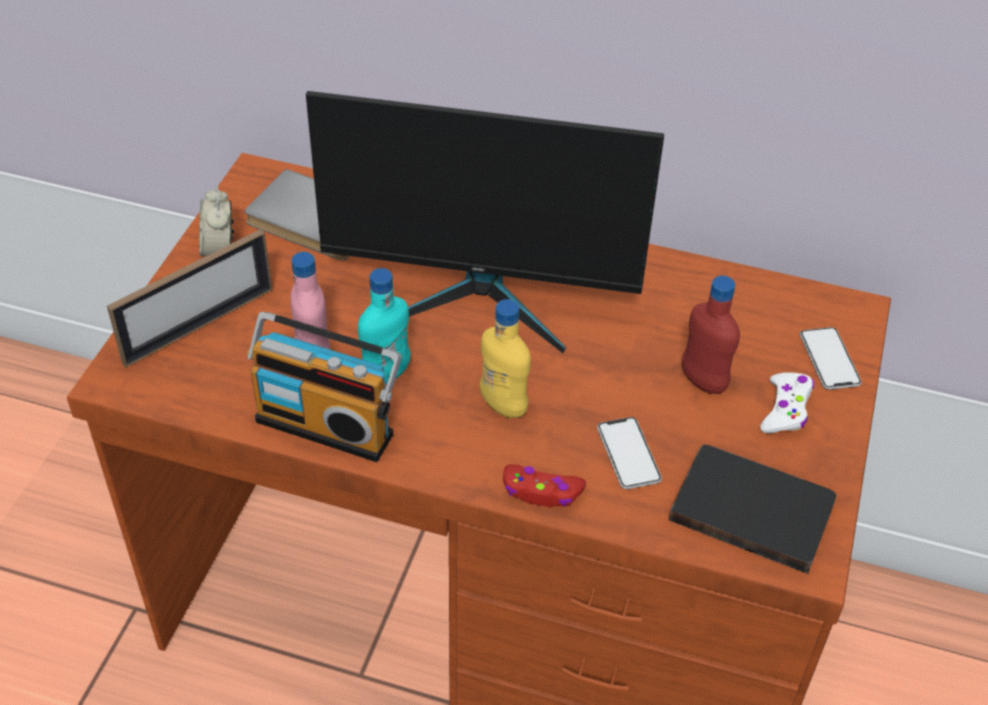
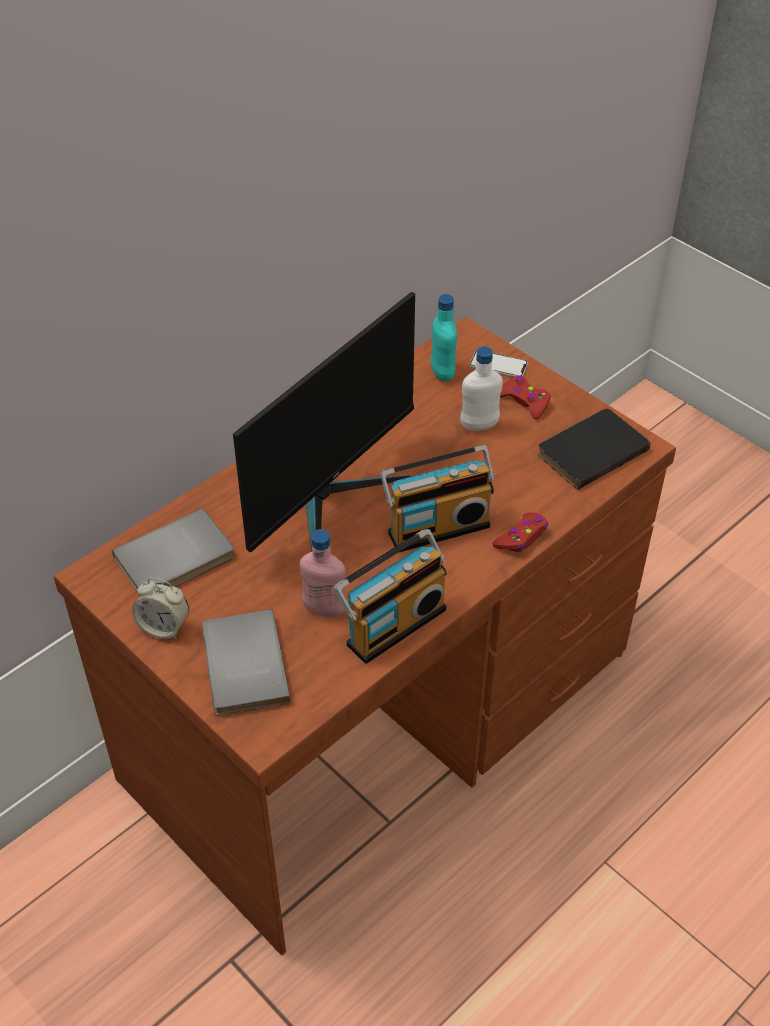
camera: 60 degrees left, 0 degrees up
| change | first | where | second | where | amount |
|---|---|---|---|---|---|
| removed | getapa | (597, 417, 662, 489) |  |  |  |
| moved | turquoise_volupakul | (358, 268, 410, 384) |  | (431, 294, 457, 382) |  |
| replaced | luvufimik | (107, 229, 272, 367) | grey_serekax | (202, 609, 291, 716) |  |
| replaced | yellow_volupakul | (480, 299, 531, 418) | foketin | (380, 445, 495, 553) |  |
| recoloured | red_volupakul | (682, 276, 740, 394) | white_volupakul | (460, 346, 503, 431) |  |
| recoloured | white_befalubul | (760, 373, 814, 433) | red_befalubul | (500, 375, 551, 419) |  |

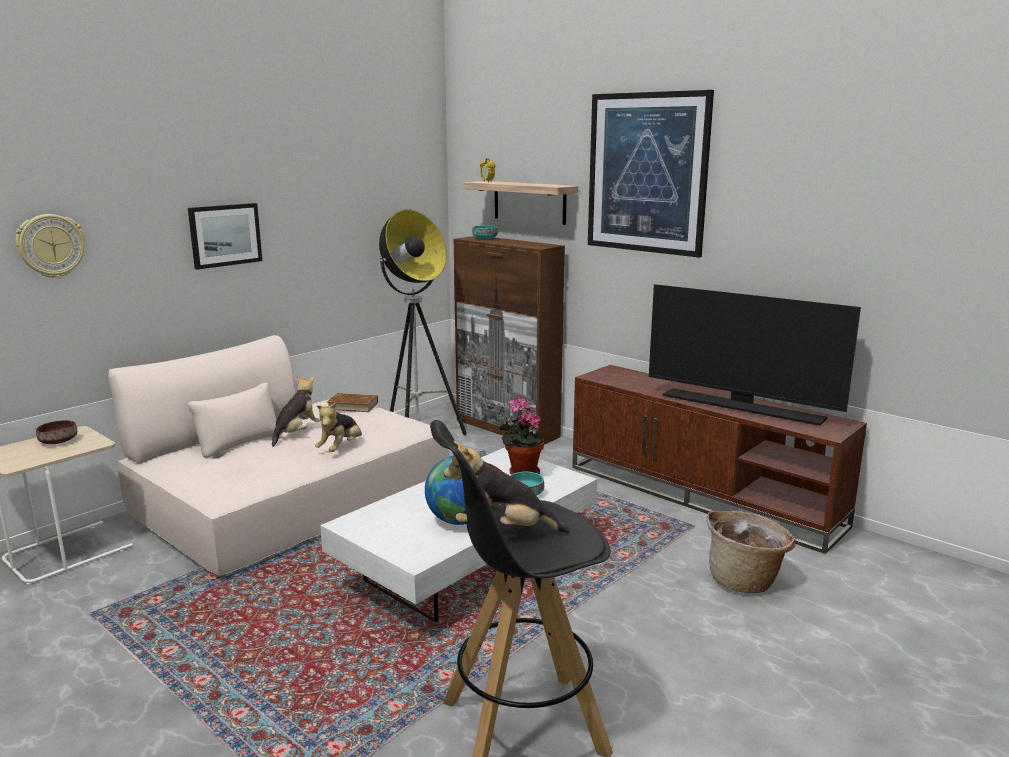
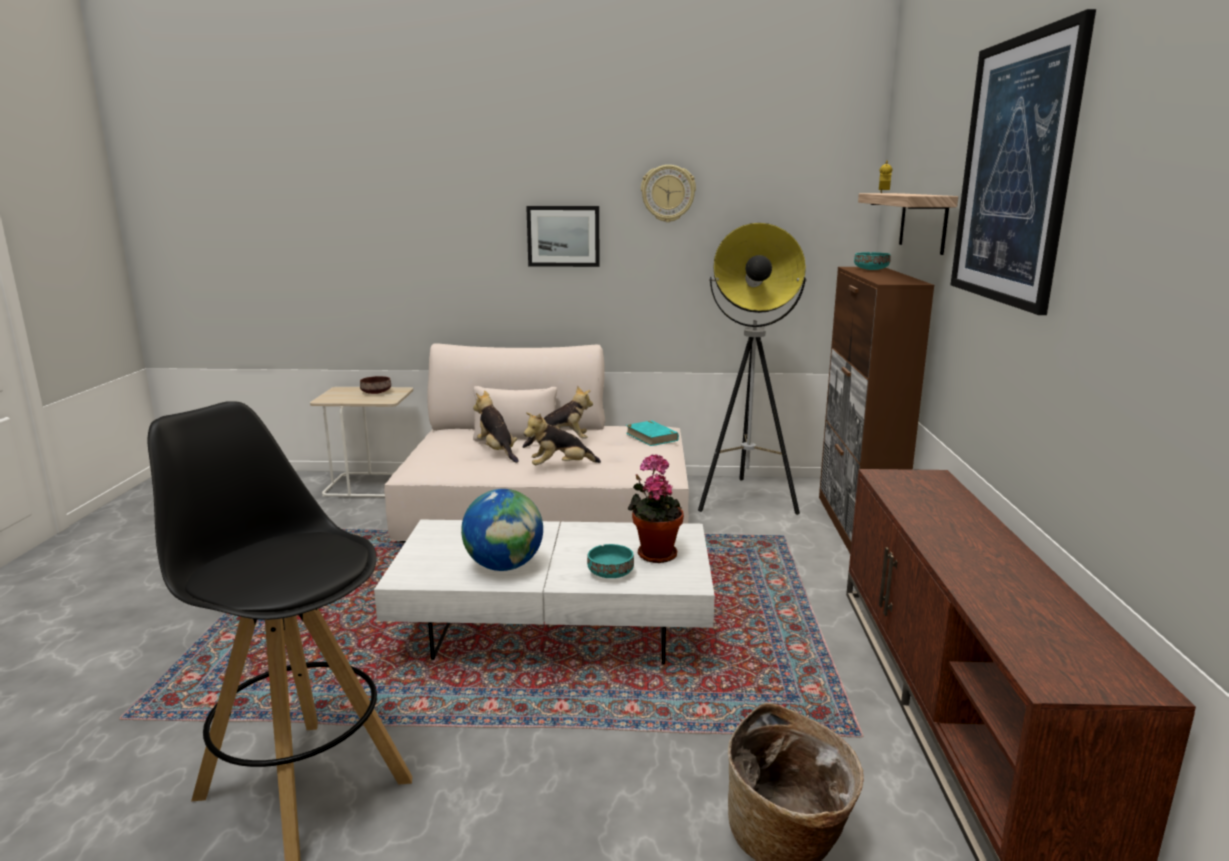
camera: 50 degrees right, 0 degrees up
| change | first | where | second | where | amount |
|---|---|---|---|---|---|
| removed | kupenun | (649, 284, 861, 426) |  |  |  |
| moved | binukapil | (16, 214, 85, 278) |  | (641, 165, 696, 222) |  |
| moved | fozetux | (443, 441, 570, 533) |  | (473, 390, 519, 463) |  |
| recoloured | brown_serekax | (327, 393, 378, 412) | turquoise_serekax | (626, 420, 679, 446) |  |

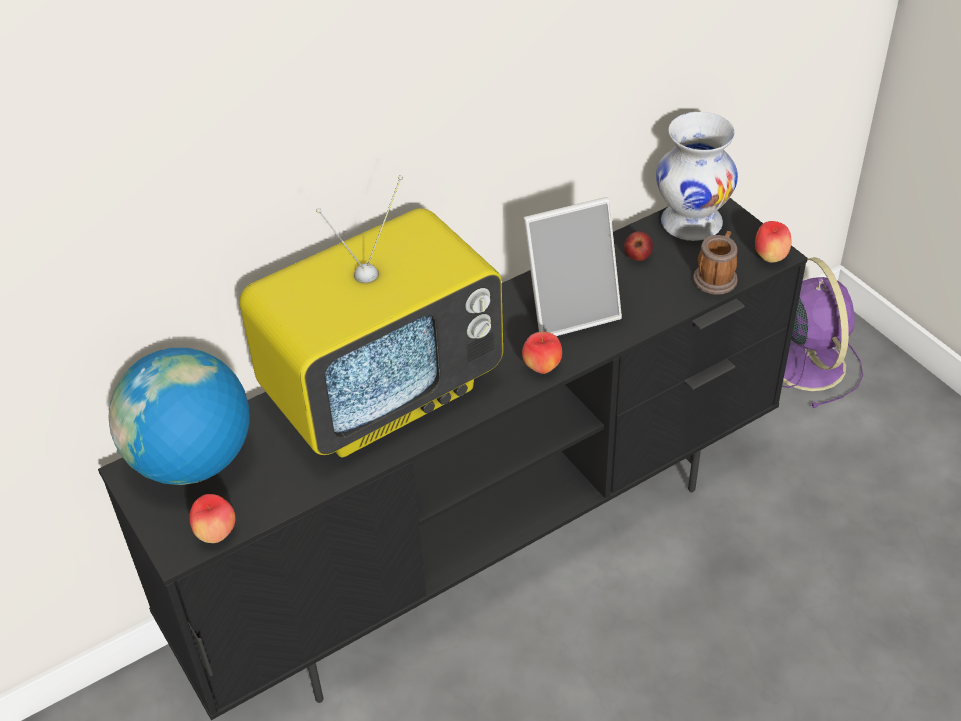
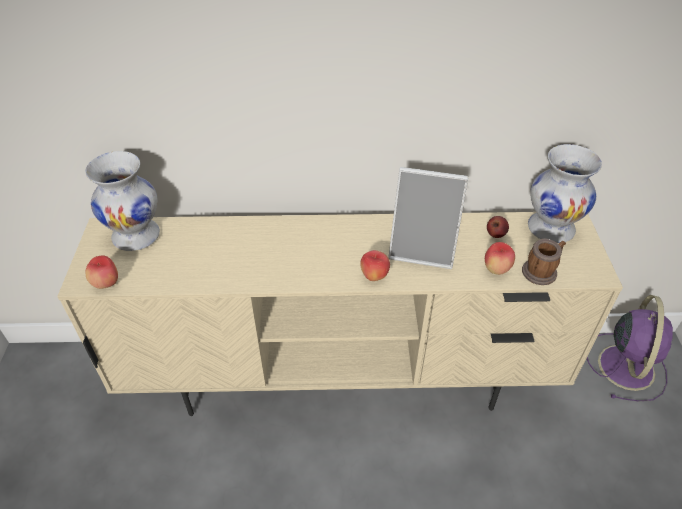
camera: 30 degrees right, 0 degrees up
| change | first | where | second | where | amount |
|---|---|---|---|---|---|
| removed | kupenun | (240, 175, 503, 457) |  |  |  |
| moved | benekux | (755, 221, 791, 263) |  | (485, 242, 515, 275) |  |
| replaced | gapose | (108, 348, 249, 485) | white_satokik | (85, 151, 160, 251) |  |
| recoloured | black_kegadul | (98, 198, 808, 720) | beige_kegadul | (57, 212, 623, 416) |  |

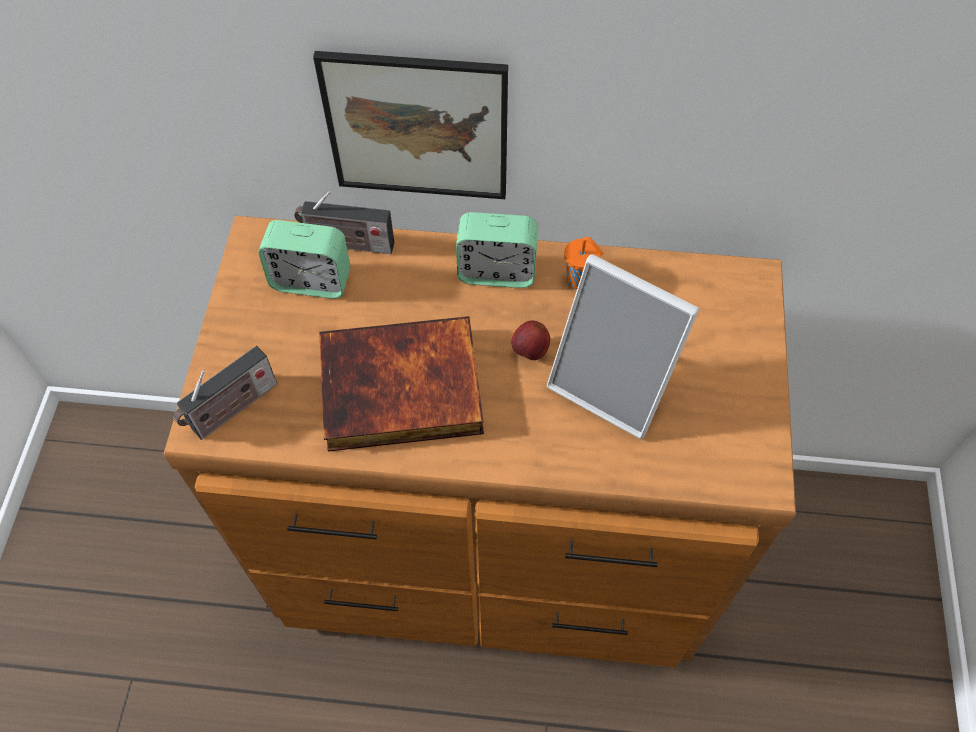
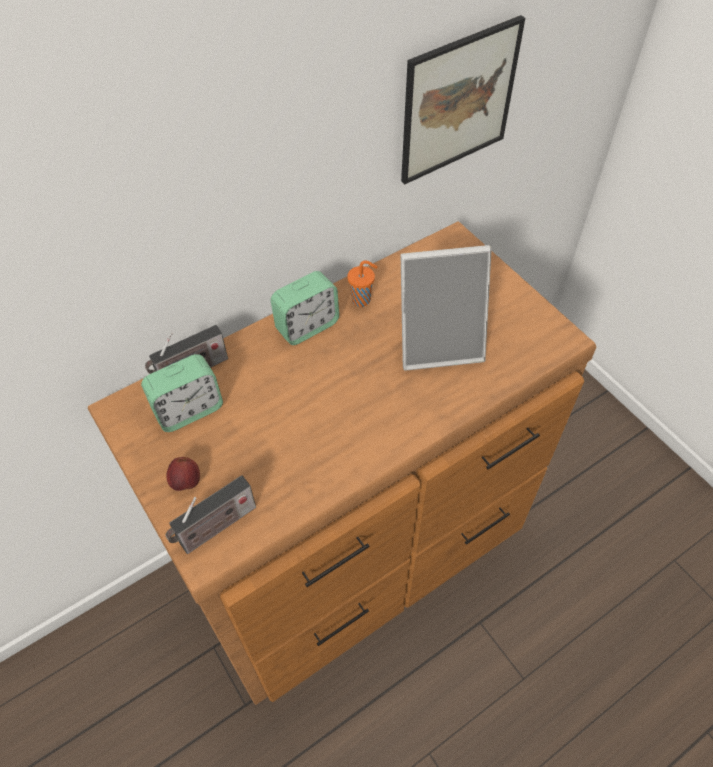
camera: 40 degrees left, 5 degrees down
| change | first | where | second | where | amount |
|---|---|---|---|---|---|
| removed | serekax | (319, 316, 484, 451) |  |  |  |
| moved | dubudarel | (313, 51, 508, 199) |  | (401, 15, 525, 184) |  |
| moved | benekux | (511, 320, 550, 360) |  | (166, 457, 200, 491) |  |
| turned | foketin | (173, 346, 277, 440) |  | (165, 475, 256, 554) | 45 degrees clockwise |

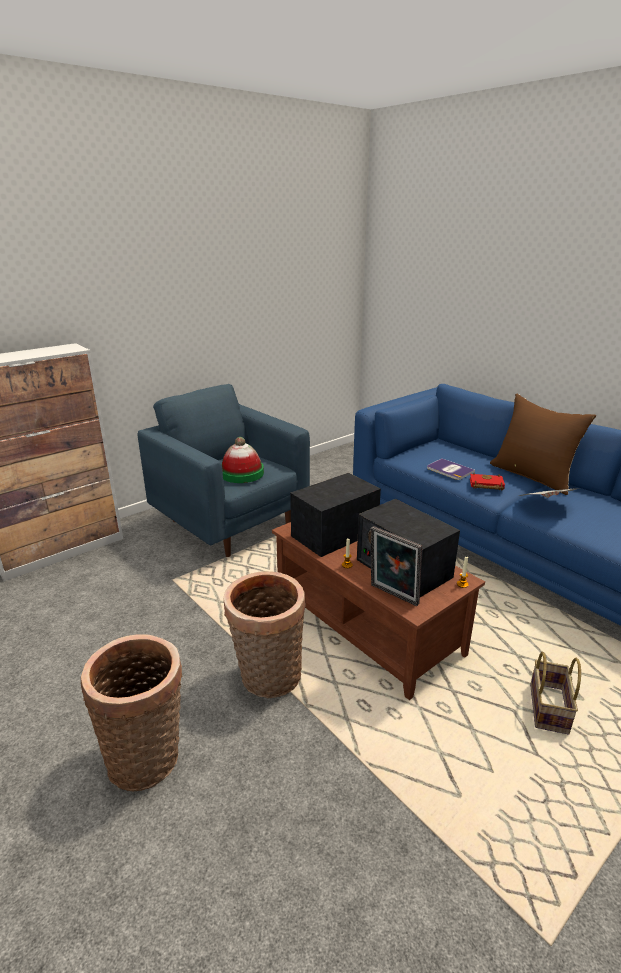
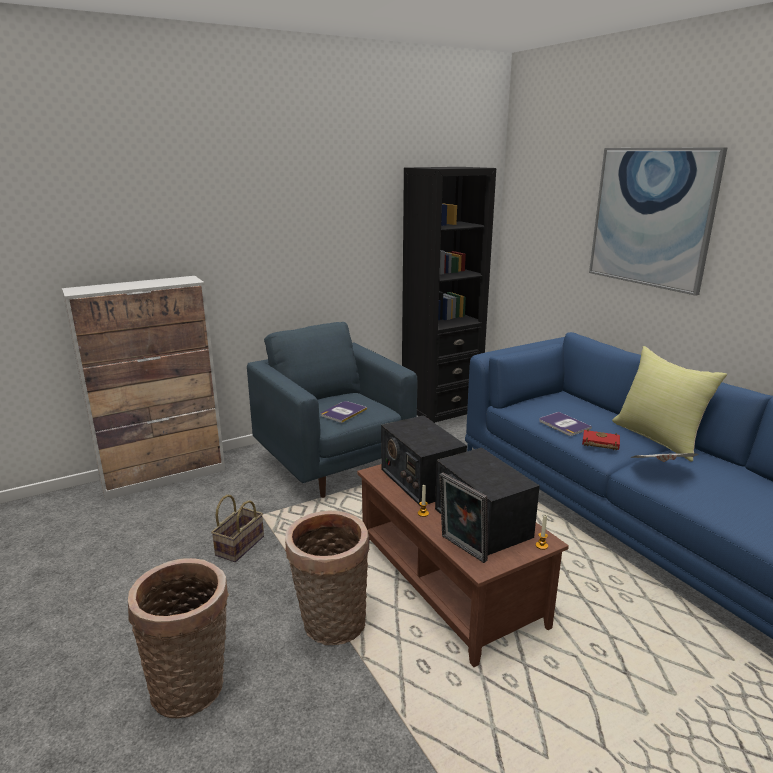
camera: 10 degrees right, 5 degrees down
| change | first | where | second | where | amount |
|---|---|---|---|---|---|
| added |  |  | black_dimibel | (402, 167, 496, 423) |  |
| added |  |  | dubudarel | (589, 147, 728, 296) |  |
| moved | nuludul | (530, 652, 581, 735) |  | (211, 495, 264, 562) |  |
| replaced | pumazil | (222, 437, 264, 483) | serekax | (321, 401, 367, 423) |  |
| recoloured | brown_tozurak | (490, 394, 596, 495) | yellow_tozurak | (612, 346, 727, 462) |  |
| turned | foketin | (290, 473, 381, 557) |  | (381, 415, 467, 506) | 90 degrees counterclockwise |

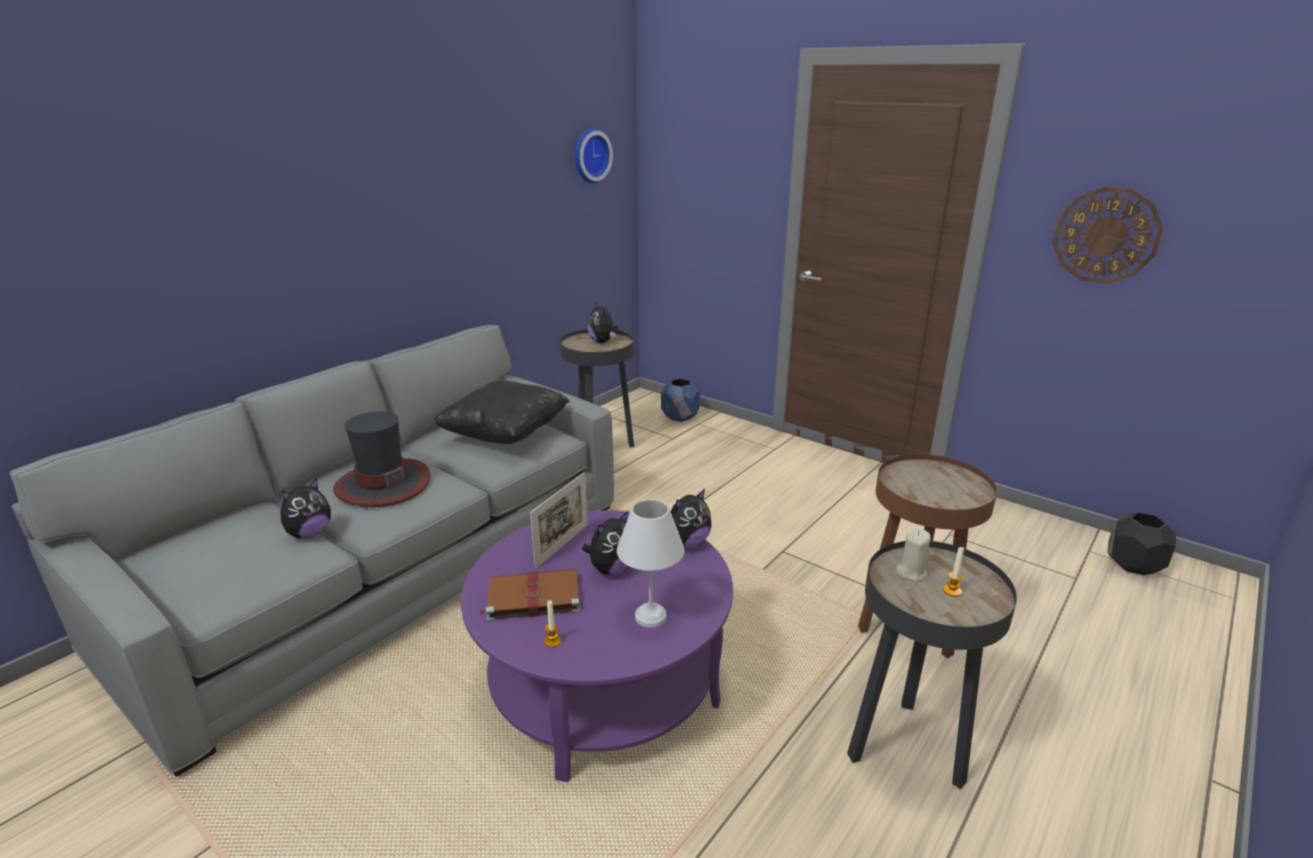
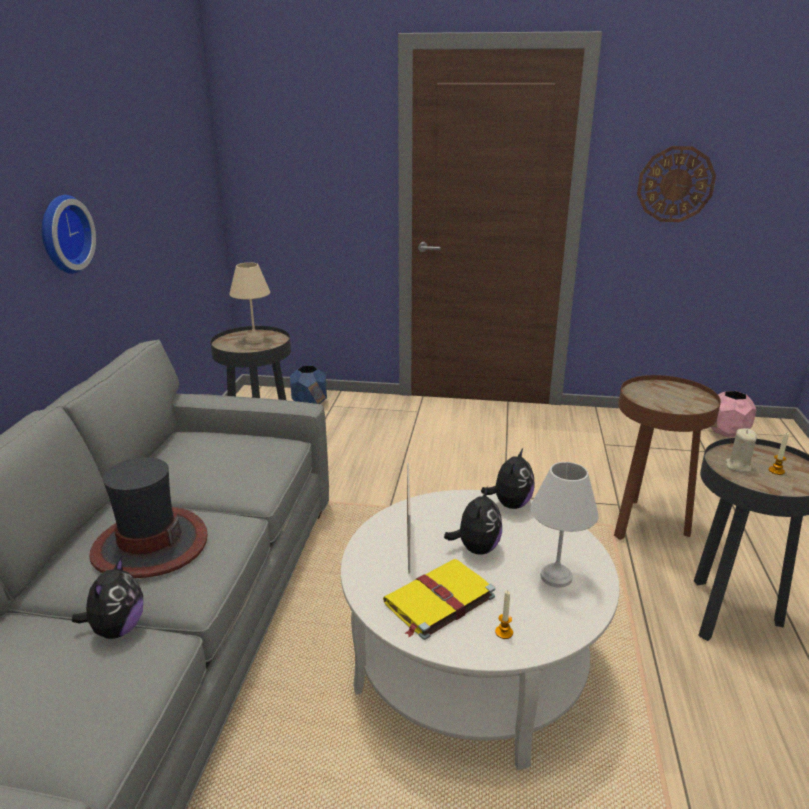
camera: 30 degrees left, 0 degrees up
| change | first | where | second | where | amount |
|---|---|---|---|---|---|
| removed | black_tozurak | (433, 381, 570, 444) |  |  |  |
| moved | binukapil | (575, 128, 613, 183) |  | (42, 195, 96, 274) |  |
| replaced | fozetux | (587, 302, 618, 343) | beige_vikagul | (229, 262, 270, 343) |  |
| recoloured | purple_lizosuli | (461, 510, 733, 782) | white_lizosuli | (341, 490, 619, 770) |  |
| recoloured | brown_serekax | (479, 569, 580, 621) | yellow_serekax | (383, 559, 495, 640) |  |
| recoloured | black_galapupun | (1107, 512, 1176, 575) | pink_galapupun | (711, 391, 756, 437) |  |

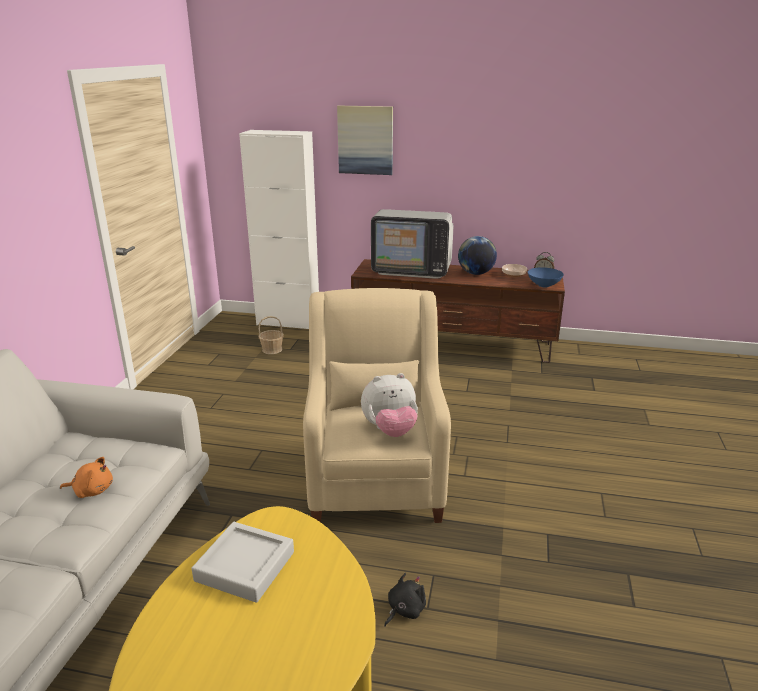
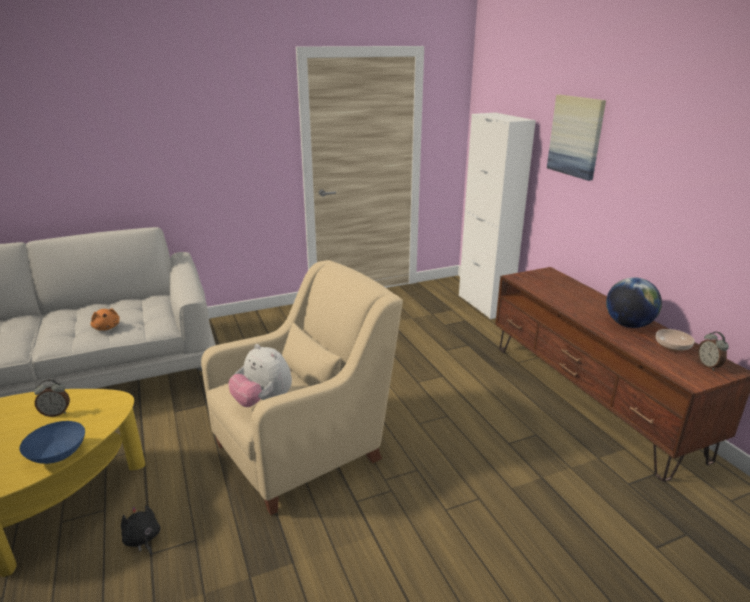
camera: 55 degrees right, 0 degrees up
| change | first | where | second | where | amount |
|---|---|---|---|---|---|
| removed | nuludul | (258, 316, 284, 354) |  |  |  |
| removed | kupenun | (371, 209, 453, 279) |  |  |  |
| moved | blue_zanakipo | (528, 267, 564, 287) |  | (20, 421, 85, 464) |  |
| replaced | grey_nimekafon | (192, 522, 294, 603) | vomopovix | (34, 379, 70, 417) |  |
| turned | black_fozetux | (384, 573, 426, 627) |  | (121, 505, 160, 557) | 135 degrees counterclockwise |

